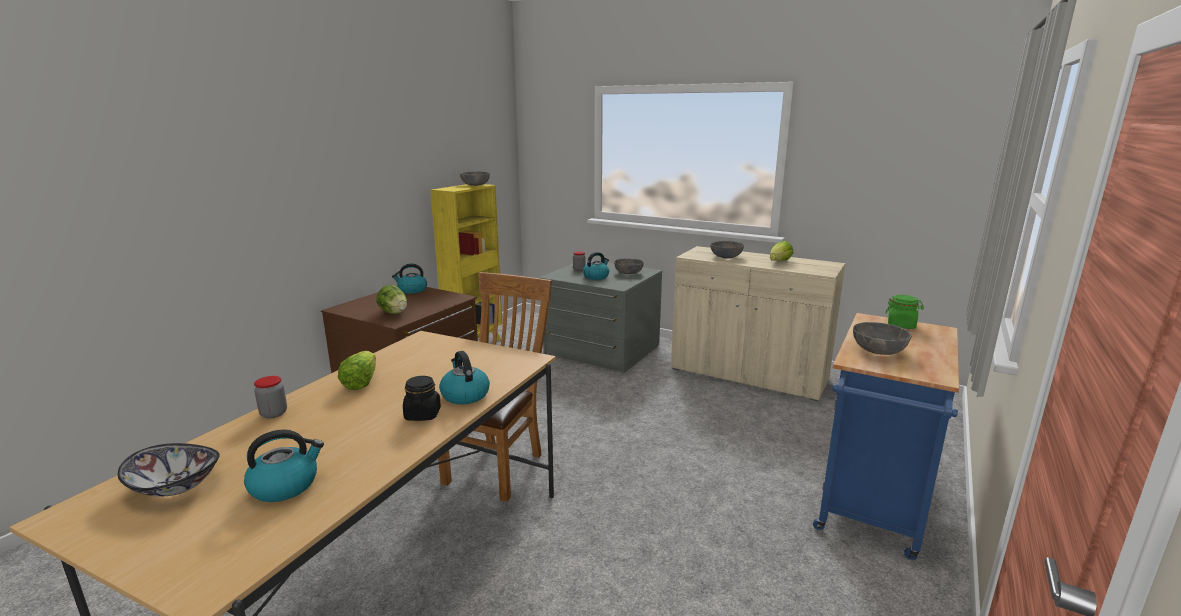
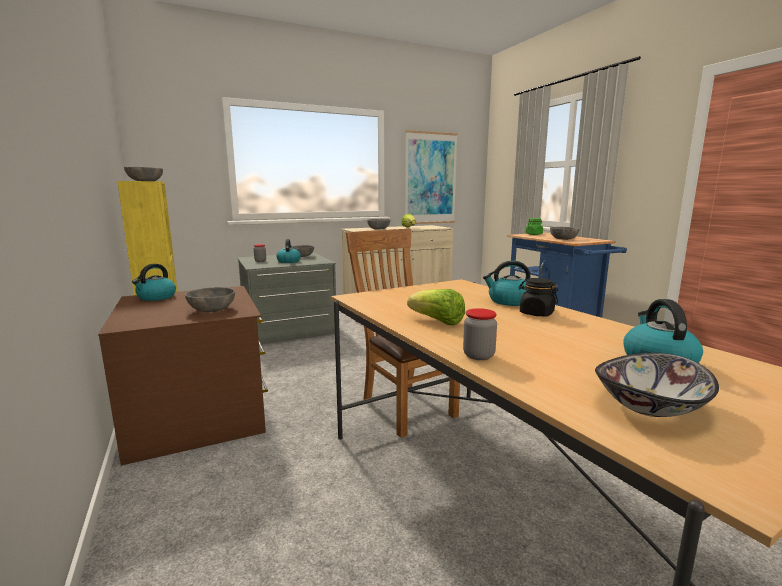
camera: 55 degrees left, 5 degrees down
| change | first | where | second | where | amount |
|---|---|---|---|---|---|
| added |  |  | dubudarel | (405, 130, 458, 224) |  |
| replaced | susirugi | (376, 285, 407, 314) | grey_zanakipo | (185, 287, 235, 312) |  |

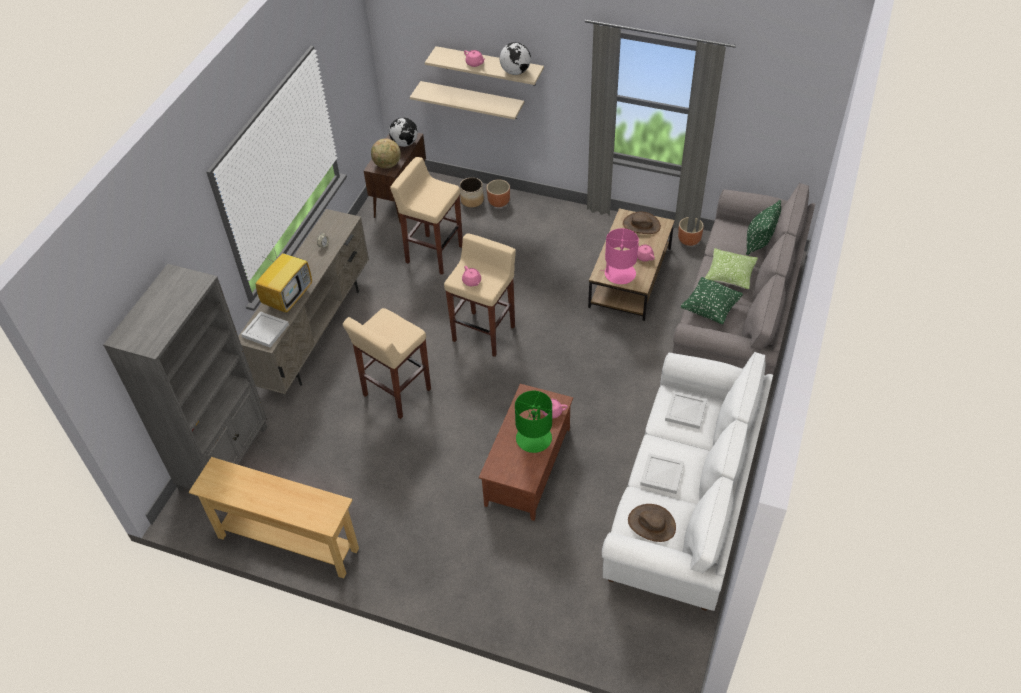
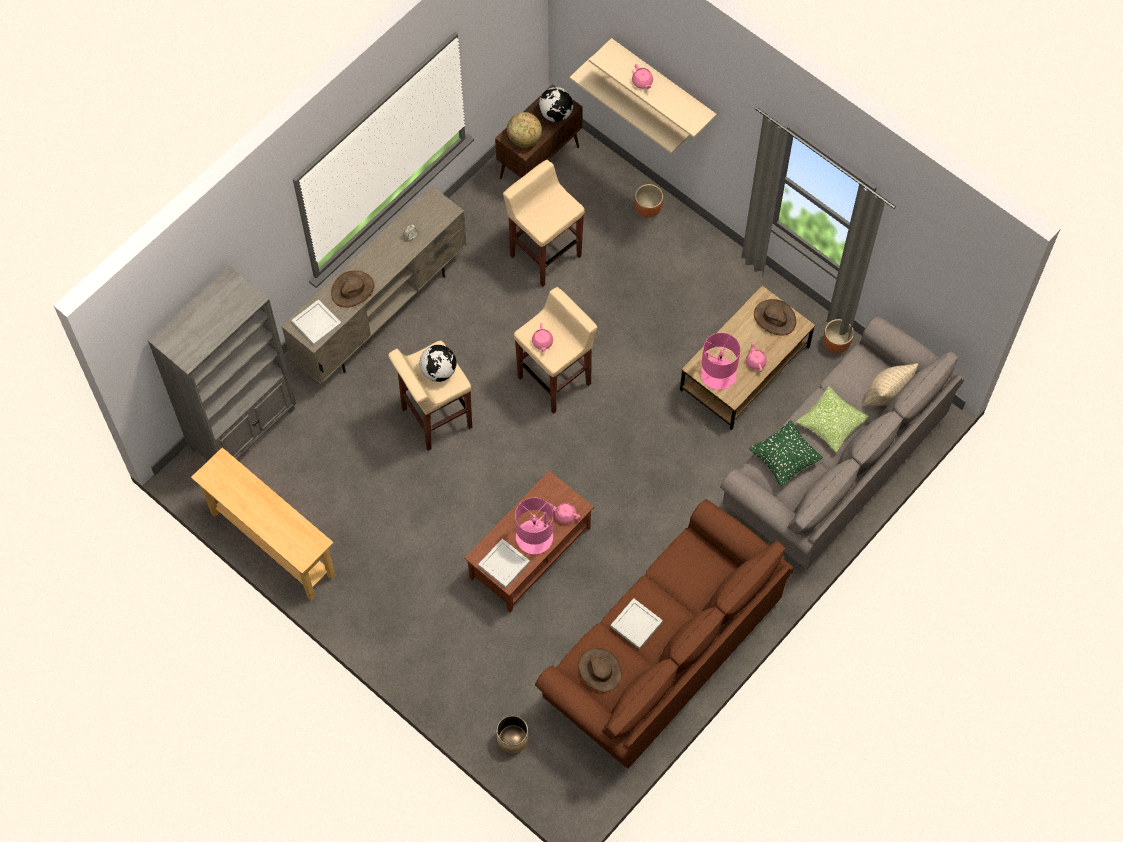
camera: 20 degrees right, 15 degrees up
| change | first | where | second | where | amount |
|---|---|---|---|---|---|
| moved | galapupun | (460, 177, 484, 208) |  | (496, 715, 529, 754) |  |
| moved | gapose | (500, 42, 531, 75) |  | (419, 345, 457, 382) |  |
| moved | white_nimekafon | (665, 391, 707, 429) |  | (478, 539, 530, 588) |  |
| replaced | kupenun | (255, 242, 312, 313) | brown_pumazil | (331, 271, 374, 308) |  |
| recoloured | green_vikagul | (515, 391, 552, 453) | pink_vikagul | (515, 498, 553, 554) |  |
| recoloured | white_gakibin | (602, 352, 773, 611) | brown_gakibin | (535, 499, 794, 769) |  |
| recoloured | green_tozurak | (746, 200, 781, 255) | beige_tozurak | (862, 363, 918, 407) |  |

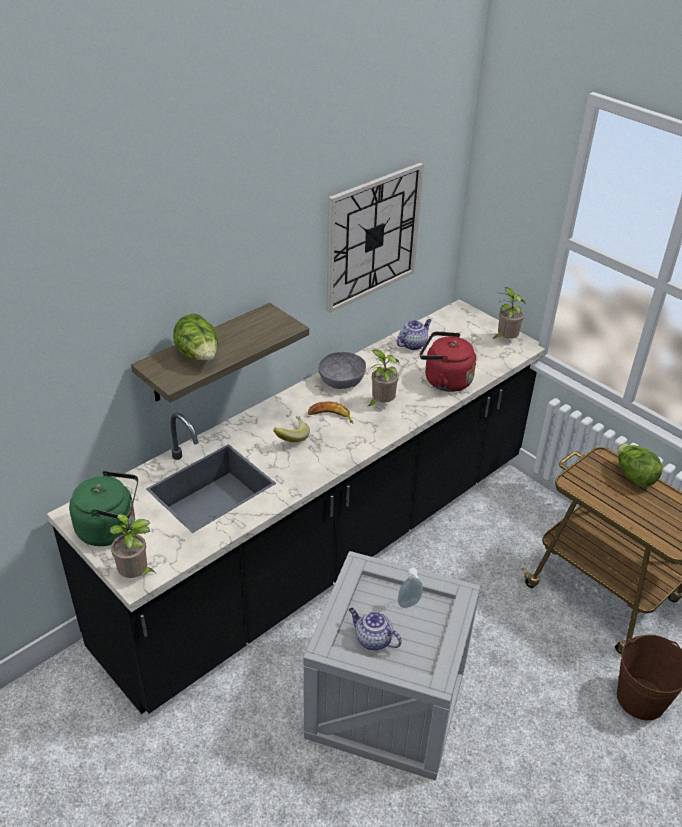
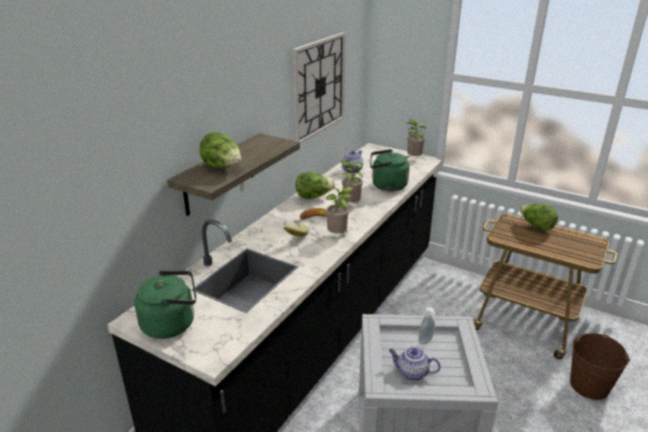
camera: 15 degrees left, 10 degrees down
| change | first | where | second | where | amount |
|---|---|---|---|---|---|
| moved | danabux | (110, 514, 155, 578) |  | (326, 187, 353, 234) |  |
| replaced | grey_zanakipo | (318, 352, 366, 389) | susirugi | (296, 172, 335, 199) |  |
| recoloured | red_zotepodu | (420, 332, 476, 392) | green_zotepodu | (370, 149, 410, 191) |  |

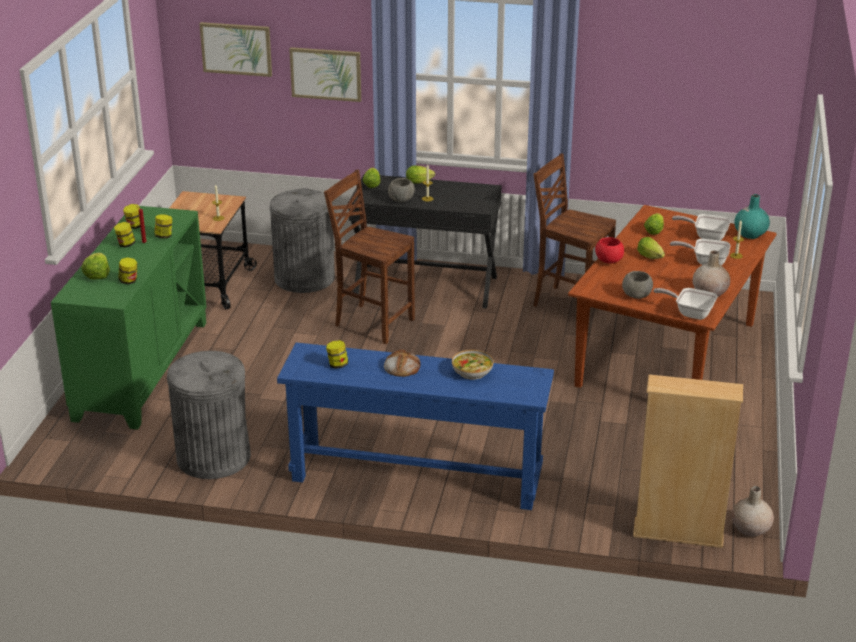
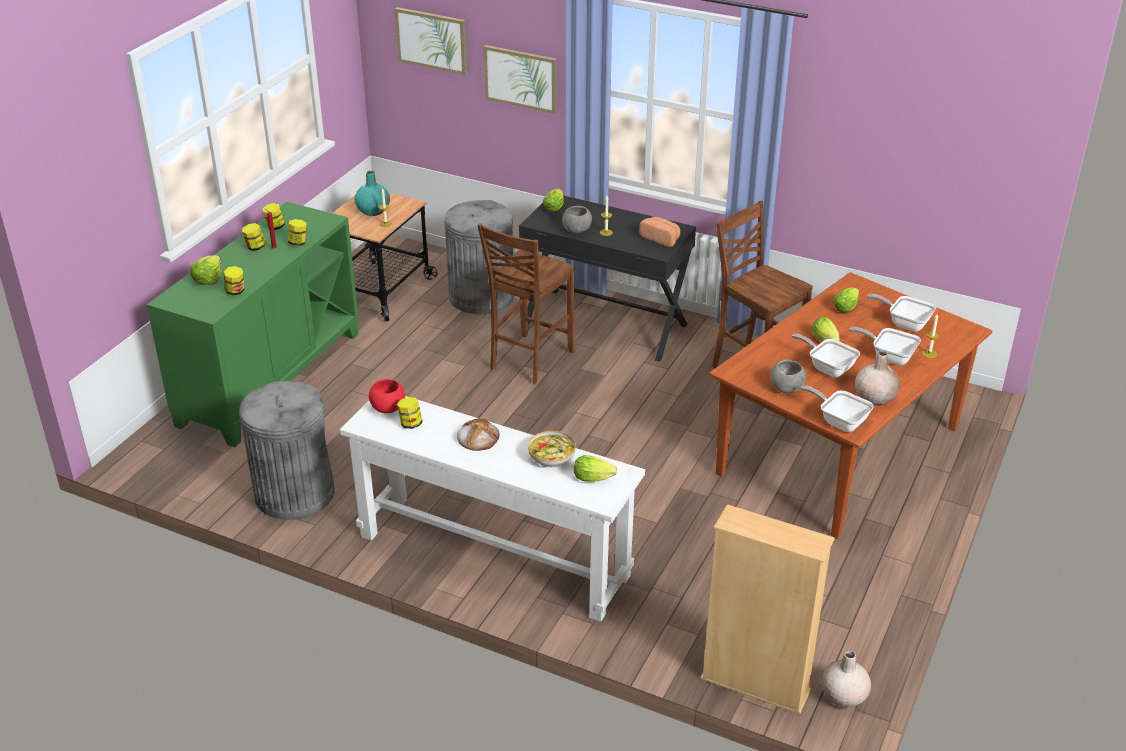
camera: 15 degrees right, 5 degrees up
| change | first | where | second | where | amount |
|---|---|---|---|---|---|
| added |  |  | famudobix | (639, 217, 681, 247) |  |
| added |  |  | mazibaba | (792, 334, 860, 378) |  |
| moved | susirugi | (406, 166, 435, 184) |  | (574, 455, 617, 482) |  |
| moved | red_zanakipo | (595, 237, 624, 263) |  | (369, 379, 405, 413) |  |
| moved | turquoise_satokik | (734, 194, 770, 239) |  | (355, 171, 390, 216) |  |
| recoloured | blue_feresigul | (277, 342, 554, 510) | white_feresigul | (340, 396, 645, 622) |  |
| turned | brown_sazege | (324, 170, 415, 344) |  | (478, 223, 575, 384) | 105 degrees counterclockwise |

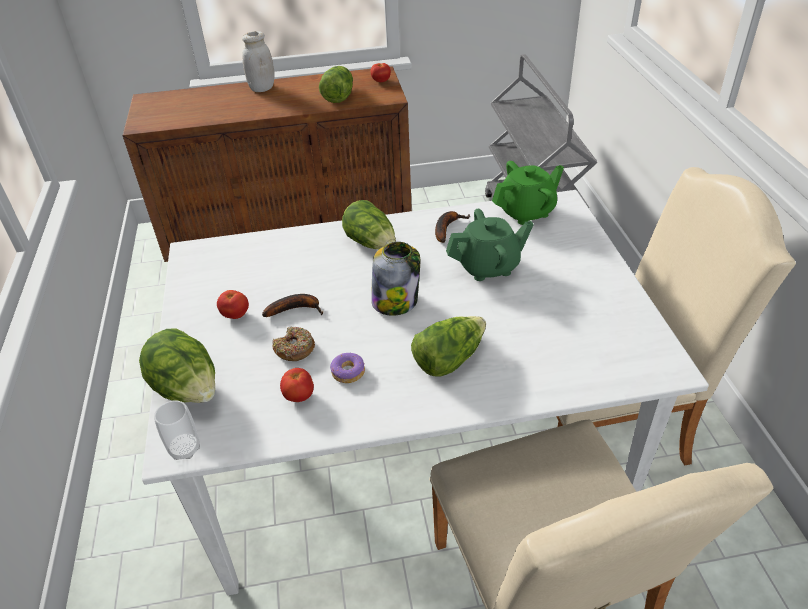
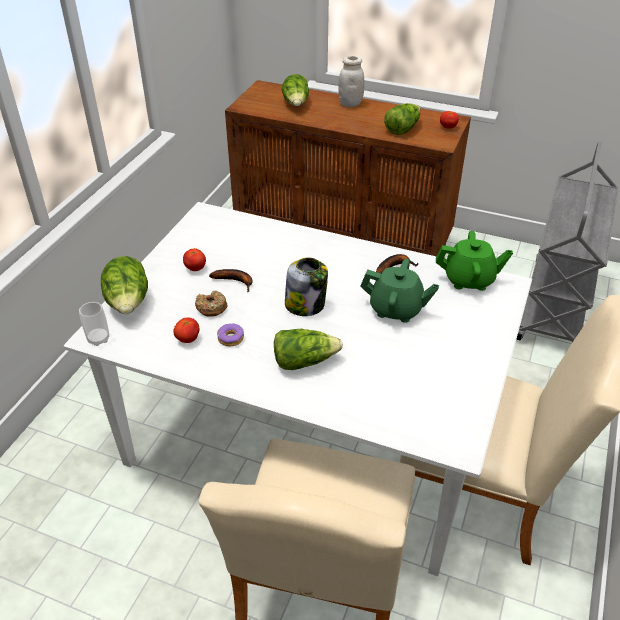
camera: 30 degrees right, 0 degrees up
| change | first | where | second | where | amount |
|---|---|---|---|---|---|
| moved | susirugi | (342, 200, 396, 249) |  | (282, 74, 309, 106) |  |

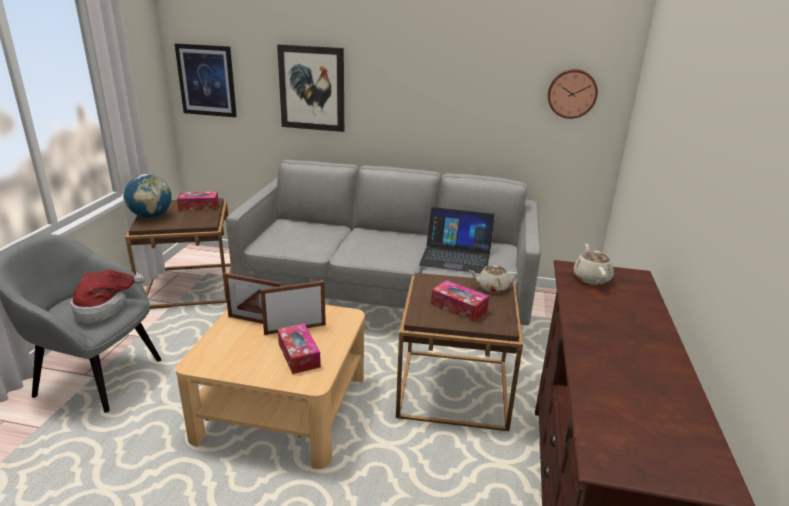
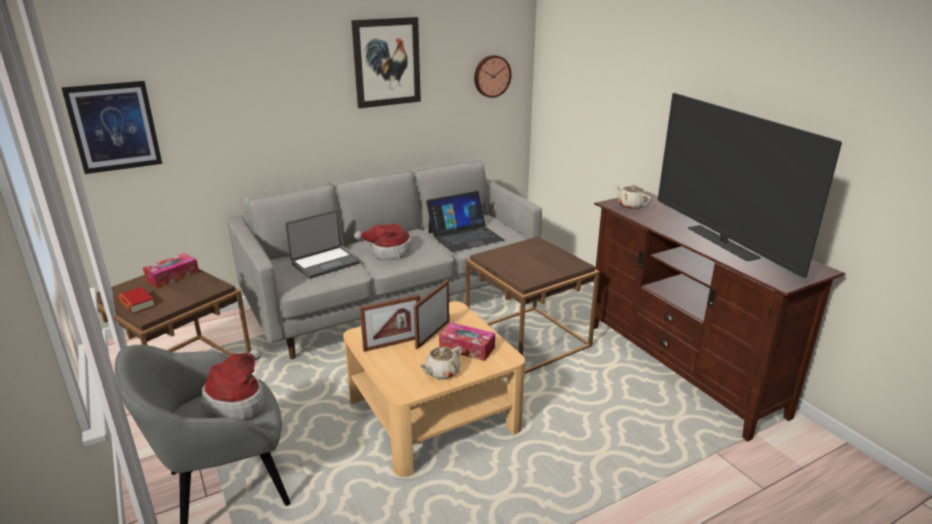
camera: 40 degrees left, 0 degrees up
| change | first | where | second | where | amount |
|---|---|---|---|---|---|
| removed | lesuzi | (431, 280, 489, 322) |  |  |  |
| added |  |  | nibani | (285, 210, 360, 279) |  |
| added |  |  | pumazil | (354, 223, 412, 260) |  |
| added |  |  | kupenun | (658, 93, 842, 278) |  |
| moved | dubudarel | (277, 44, 344, 132) |  | (351, 17, 421, 108) |  |
| moved | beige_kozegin | (469, 265, 518, 293) |  | (420, 347, 462, 379) |  |
| replaced | gapose | (124, 174, 172, 218) | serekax | (118, 287, 155, 314) |  |

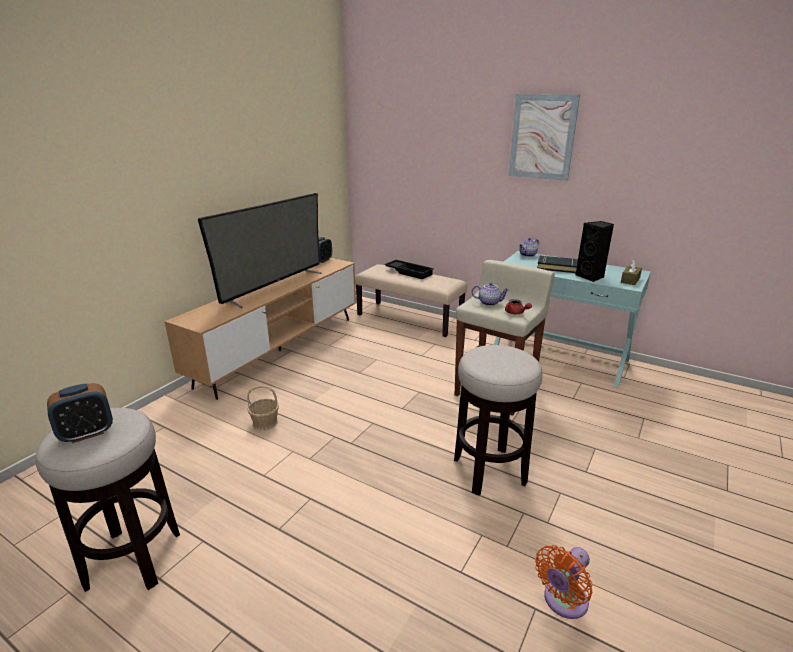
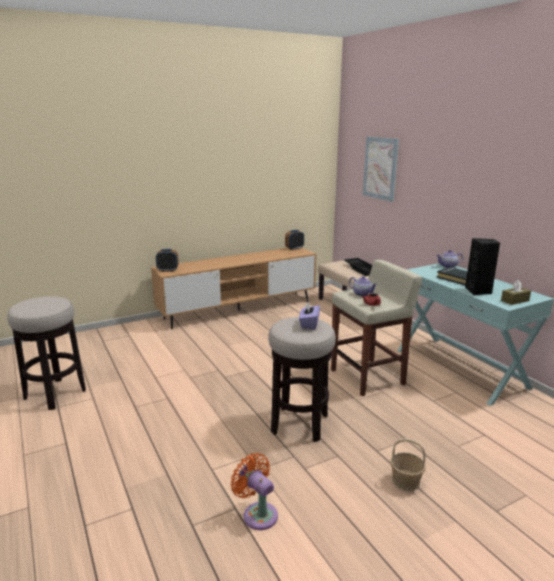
camera: 30 degrees right, 5 degrees down
| change | first | where | second | where | amount |
|---|---|---|---|---|---|
| removed | kupenun | (198, 193, 321, 308) |  |  |  |
| added |  |  | purple_lesuzi | (299, 302, 320, 329) |  |
| moved | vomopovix | (47, 383, 113, 443) |  | (156, 249, 179, 272) |  |
| moved | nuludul | (247, 385, 279, 431) |  | (391, 439, 426, 491) |  |
| moved | dubudarel | (509, 94, 580, 181) |  | (363, 137, 399, 202) |  |
| turned | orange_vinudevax | (535, 545, 593, 619) |  | (230, 453, 278, 530) | 60 degrees clockwise |

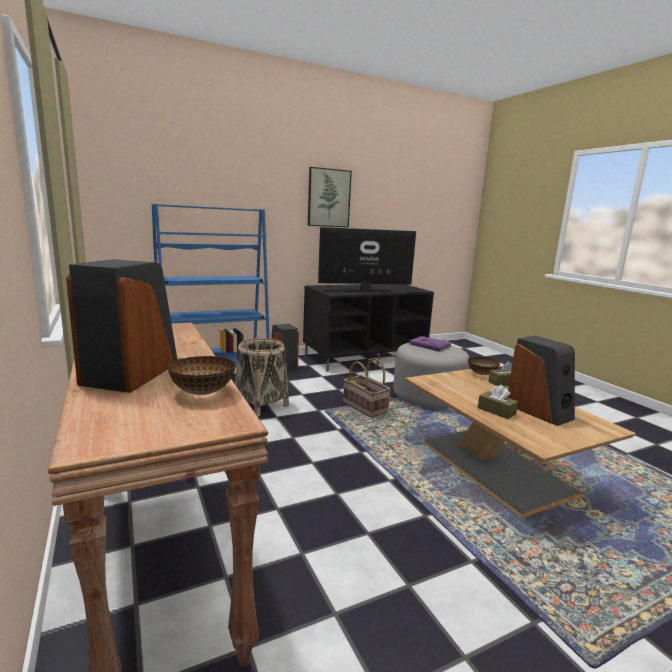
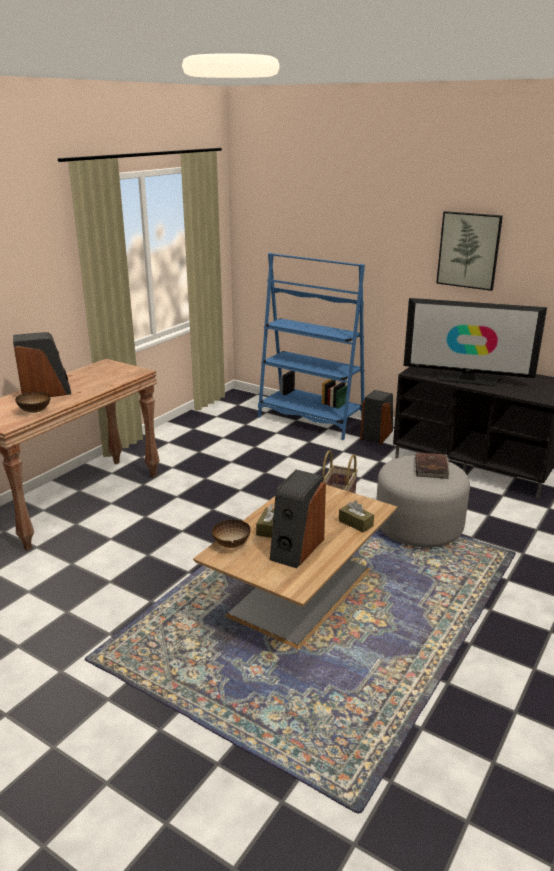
camera: 60 degrees right, 10 degrees up
| change | first | where | second | where | amount |
|---|---|---|---|---|---|
| removed | nuludul | (235, 338, 289, 416) |  |  |  |
| moved | zanakipo | (468, 356, 500, 375) |  | (212, 519, 251, 548) |  |
| recoloured | purple_serekax | (409, 336, 451, 352) | brown_serekax | (415, 452, 449, 479) |  |
| turned | kupenun | (318, 227, 416, 293) |  | (403, 298, 547, 386) | 150 degrees clockwise |

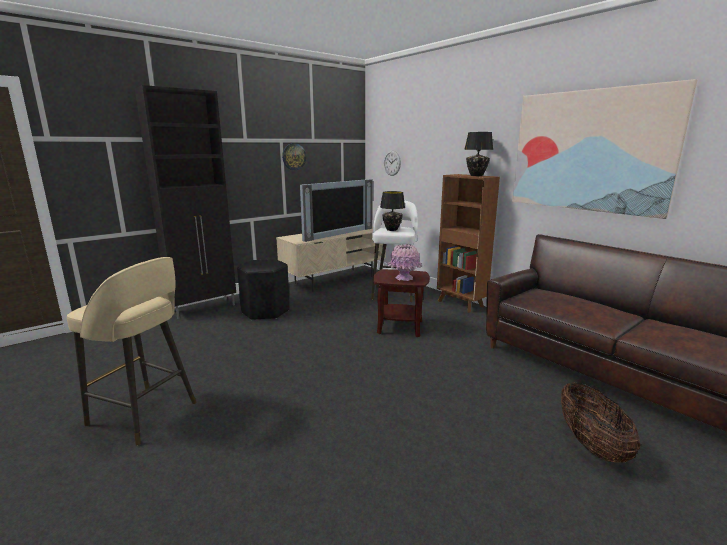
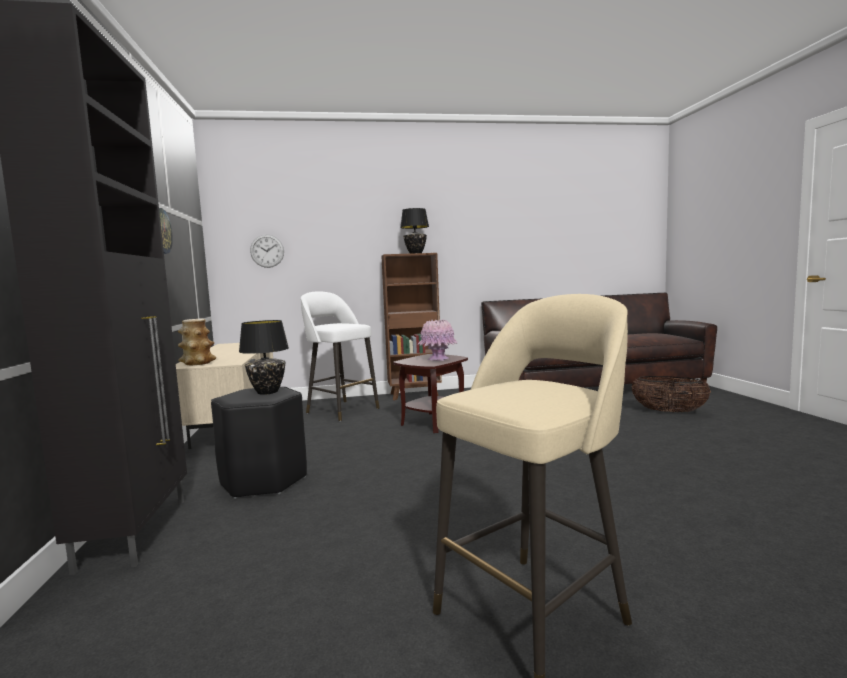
camera: 60 degrees left, 10 degrees down
| change | first | where | second | where | amount |
|---|---|---|---|---|---|
| removed | kupenun | (300, 179, 373, 242) |  |  |  |
| removed | dubudarel | (512, 79, 697, 219) |  |  |  |
| added |  |  | satokik | (178, 319, 216, 365) |  |
| moved | black_vikagul | (380, 191, 405, 231) |  | (239, 320, 289, 395) |  |

